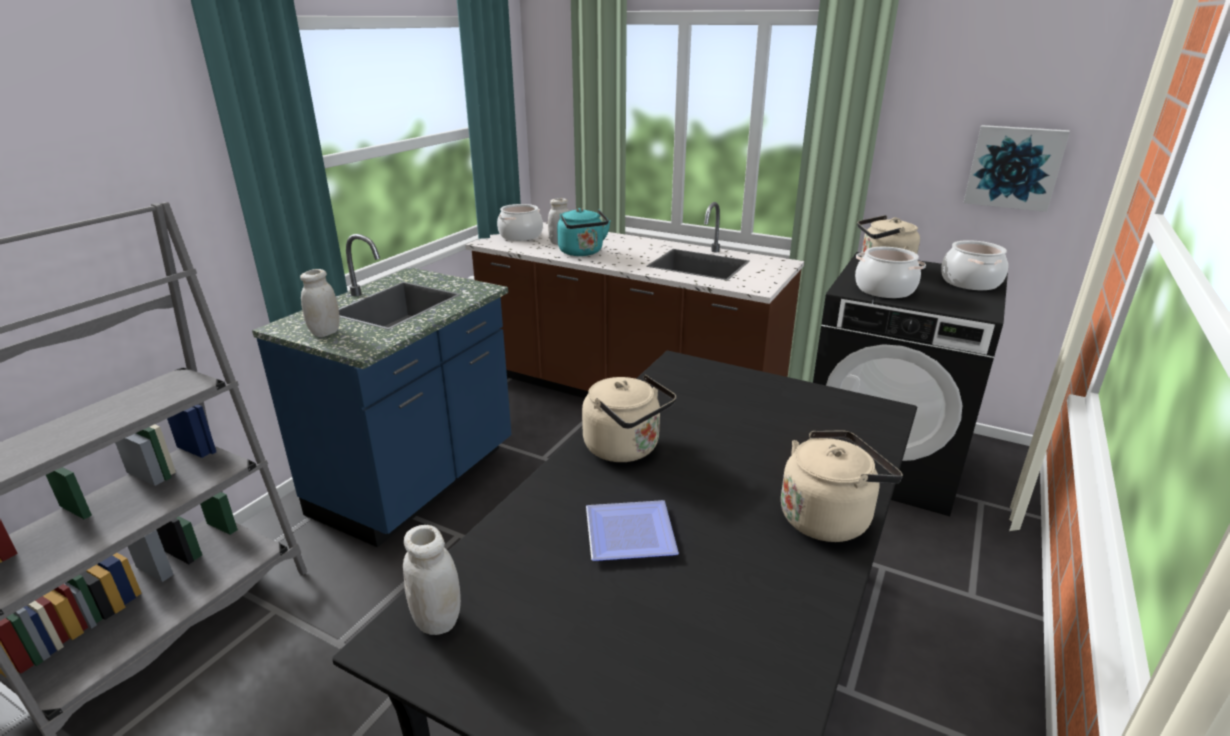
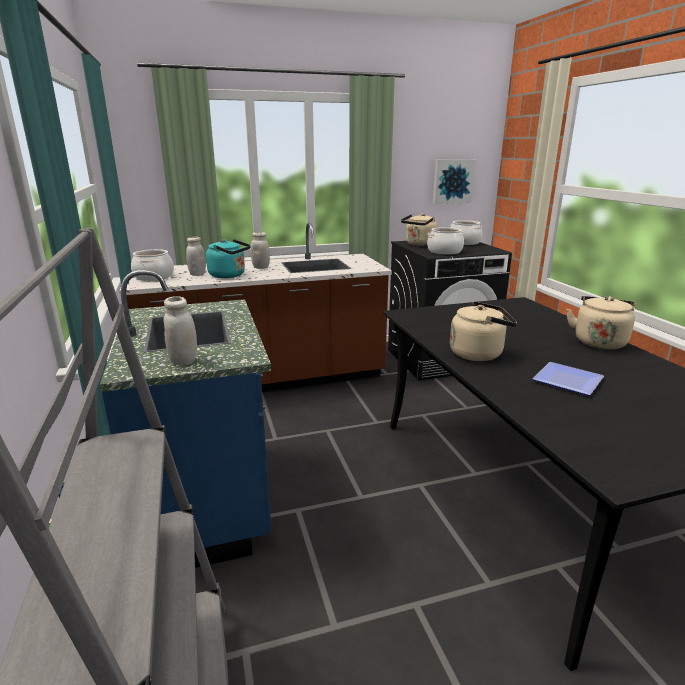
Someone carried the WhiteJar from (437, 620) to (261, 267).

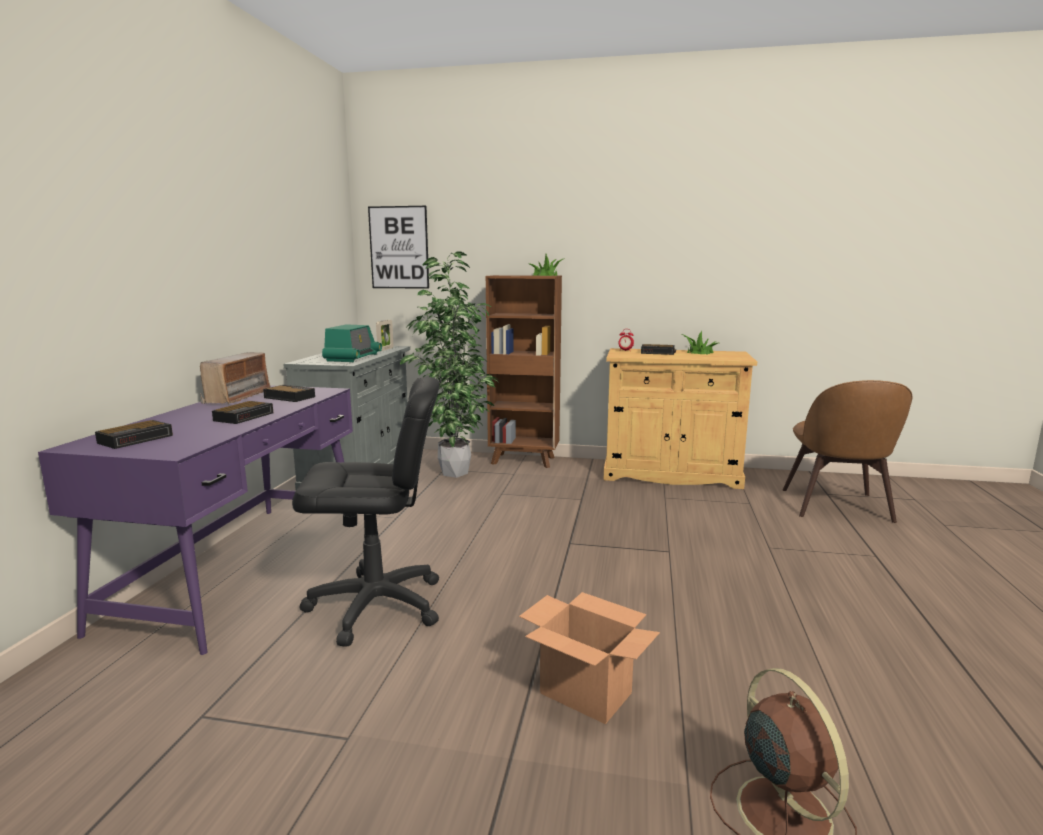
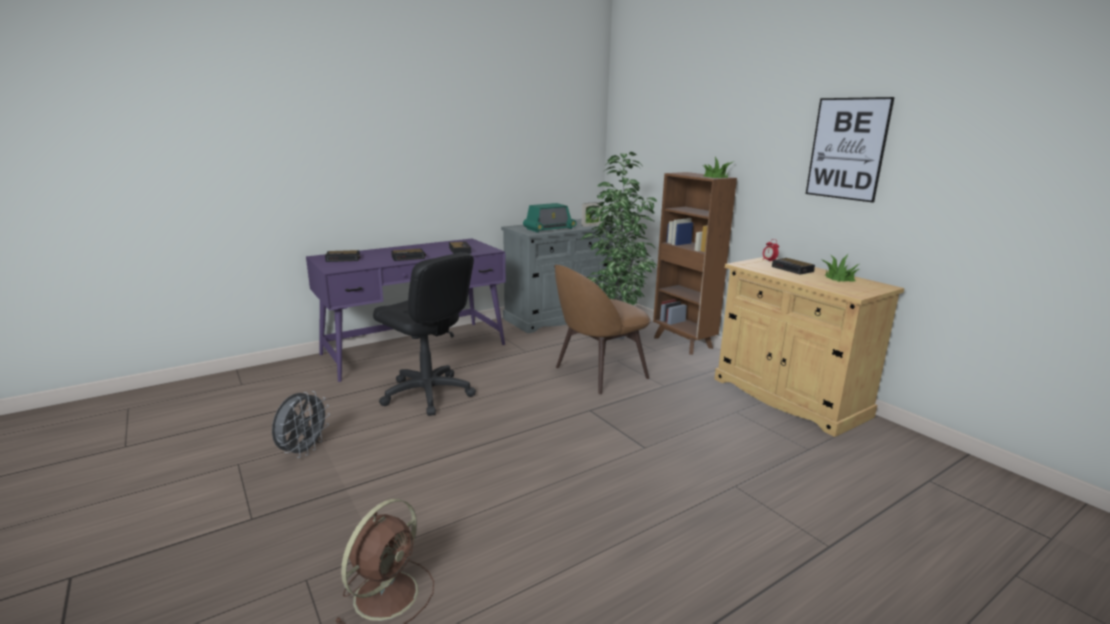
Someone put down the GreyFan at (303, 451).
Someone carried the BrownChair from (837, 507) to (598, 373).
Someone carried the Picture from (399, 247) to (847, 149).
Someone took away the Radio at (238, 397).
Someone took away the CardboardBox at (584, 693).

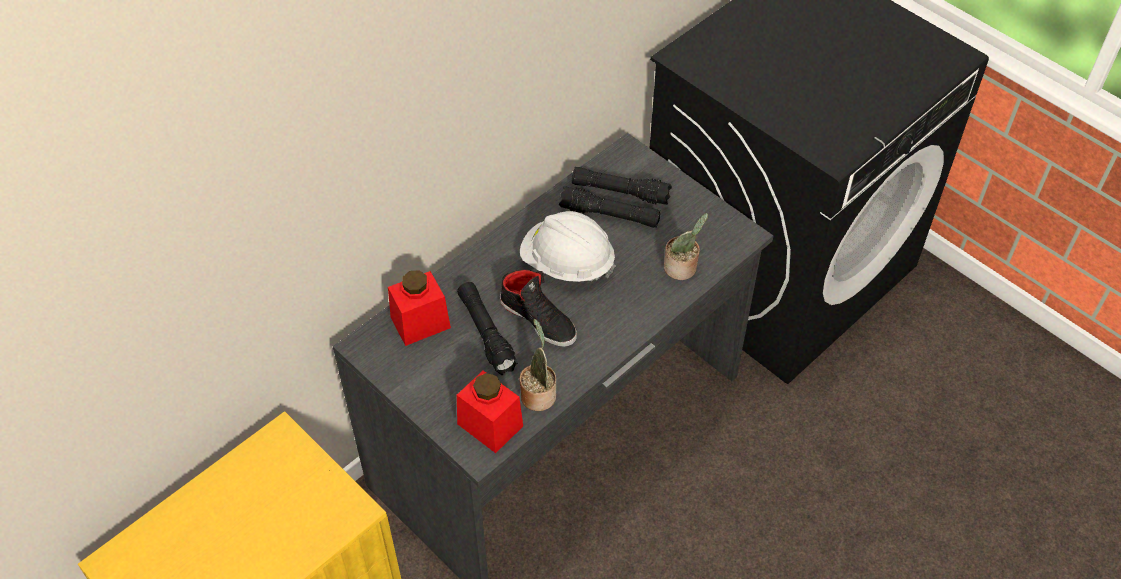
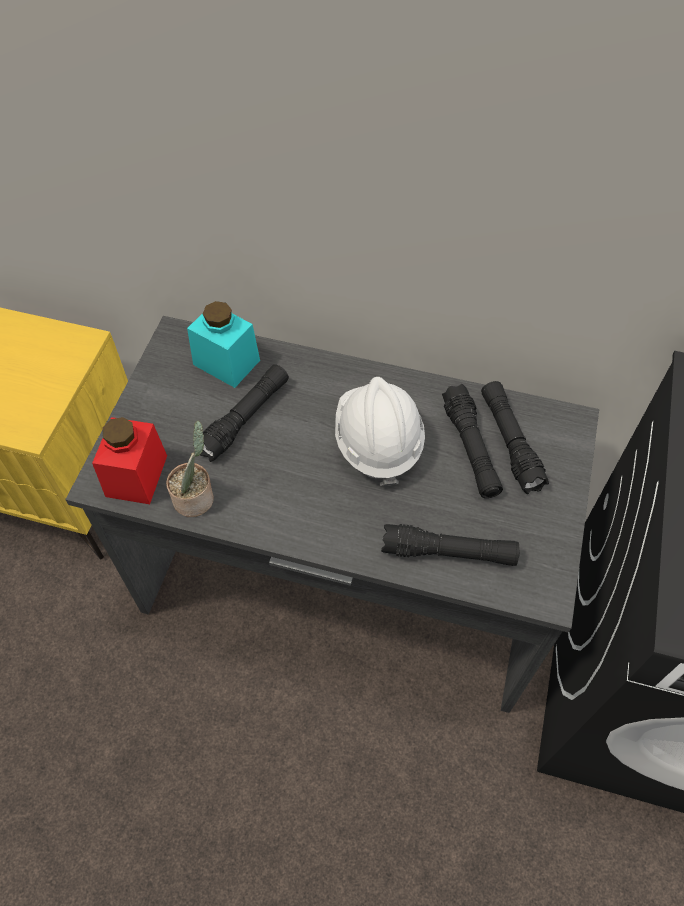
Someone repainted the RedJar at (420, 322), which became the TurquoiseJar at (226, 362).
Someone swapped the PottedPlant at (682, 268) for the BlackFlashlight at (448, 552).
Someone took away the BlackShoe at (539, 319).

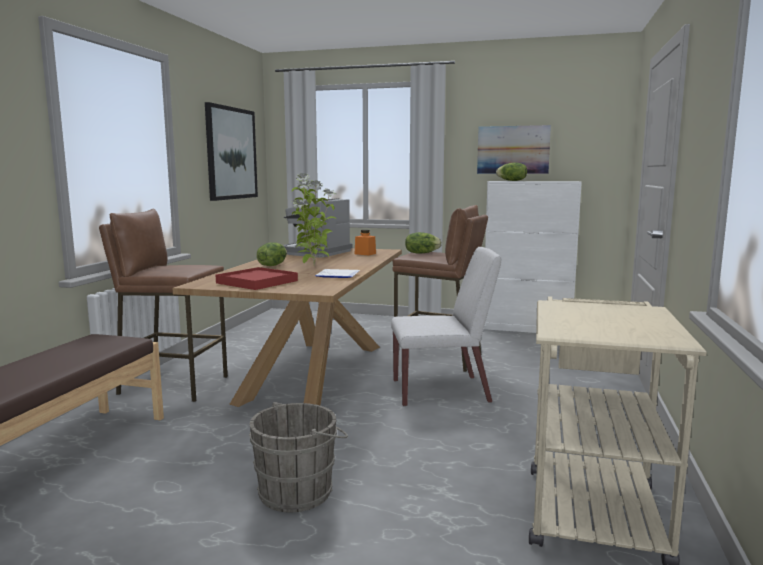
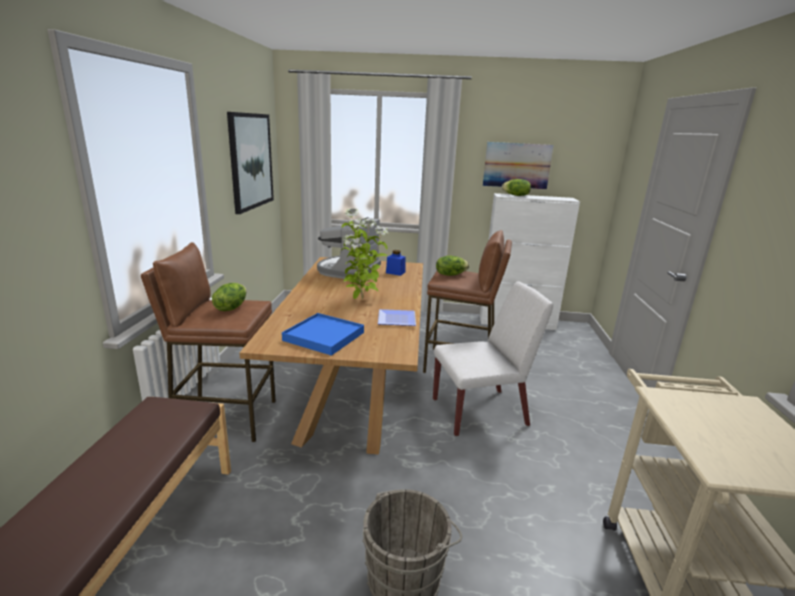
Someone carried the Lettuce from (272, 265) to (231, 307).
Someone repainted the RedTray at (257, 282), which became the BlueTray at (323, 336).
Someone repainted the OrangeJar at (365, 254), which became the BlueJar at (395, 272).

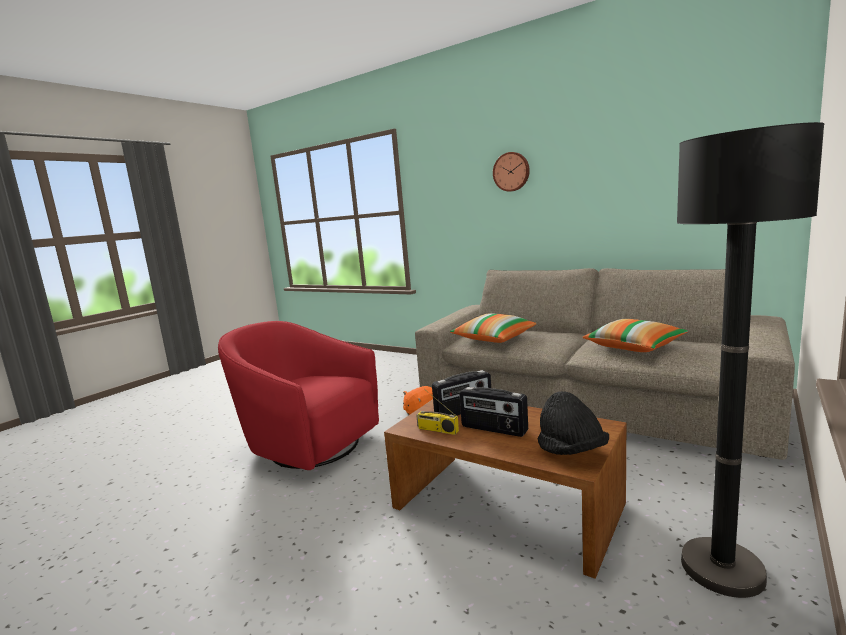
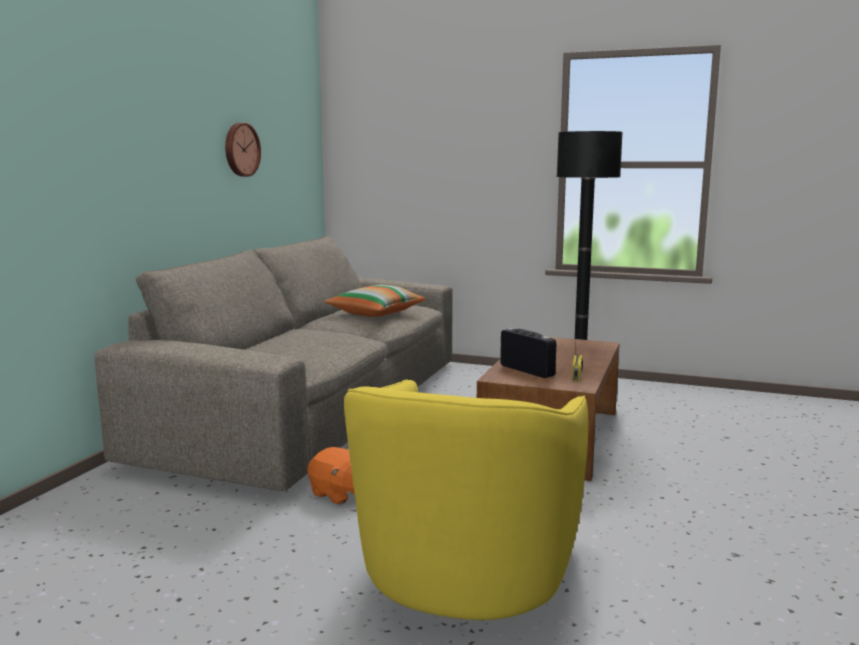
Someone carried the WallClock from (511, 172) to (240, 149).
Someone repainted the RedArmchair at (307, 444), which became the YellowArmchair at (466, 576).
Someone took away the Pillow at (494, 339).
Someone took away the Radio at (494, 429).
Someone took away the BlackHat at (571, 451).

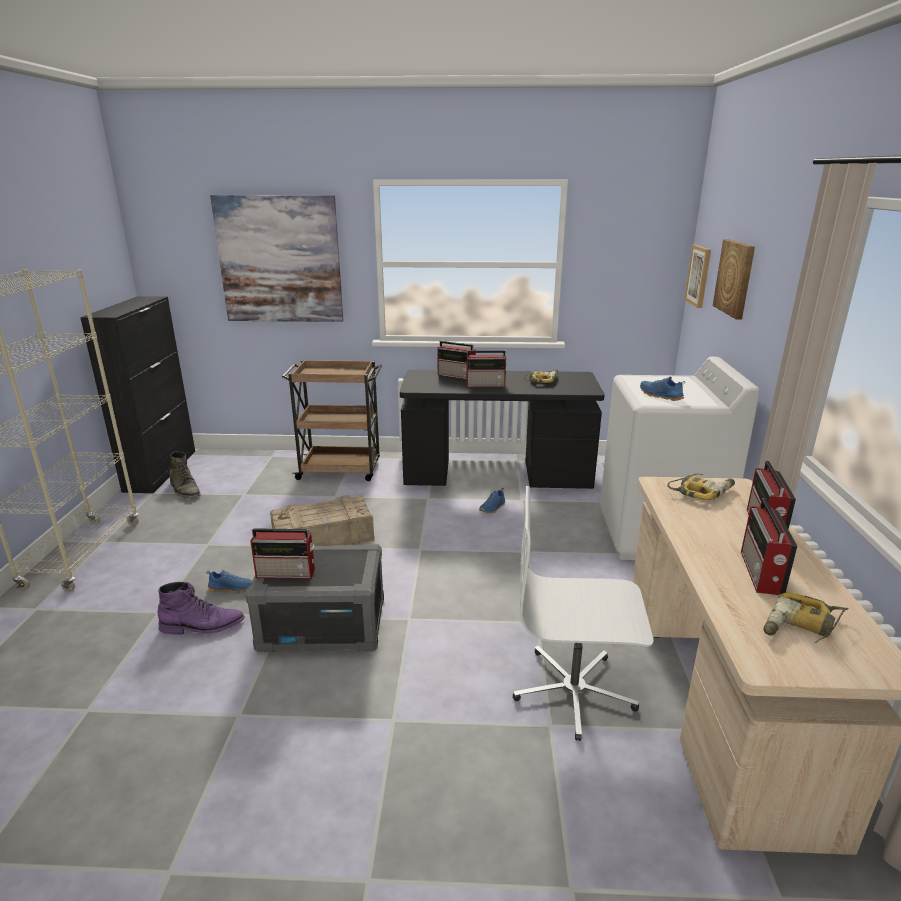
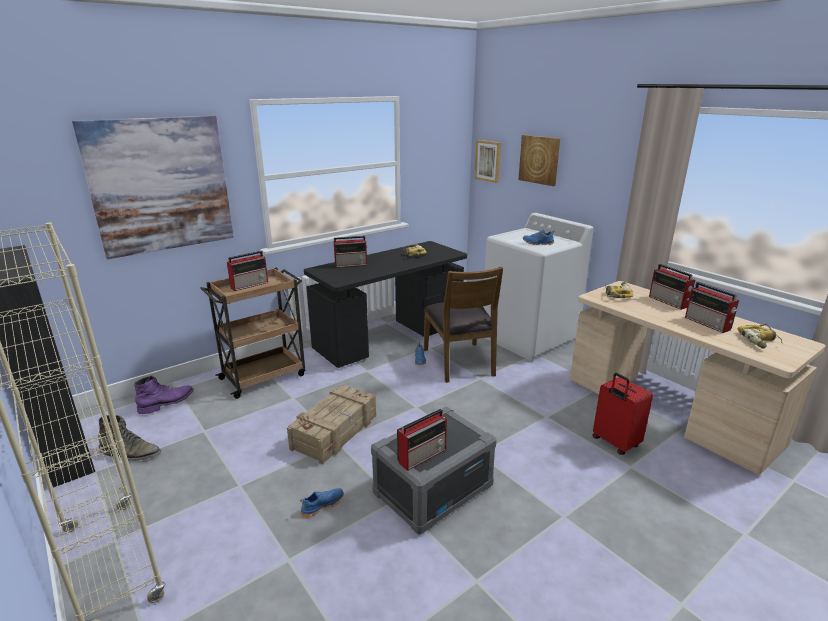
Someone carried the PurpleBoot from (203, 626) to (167, 403).
Someone carried the Radio from (486, 385) to (250, 285).
Someone put down the BrownChair at (460, 362).
Someone swapped the WhiteOfficeChair at (574, 691) for the RedSuitcase at (614, 443).

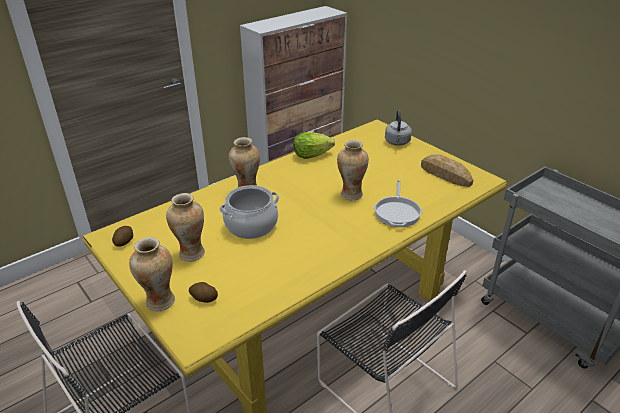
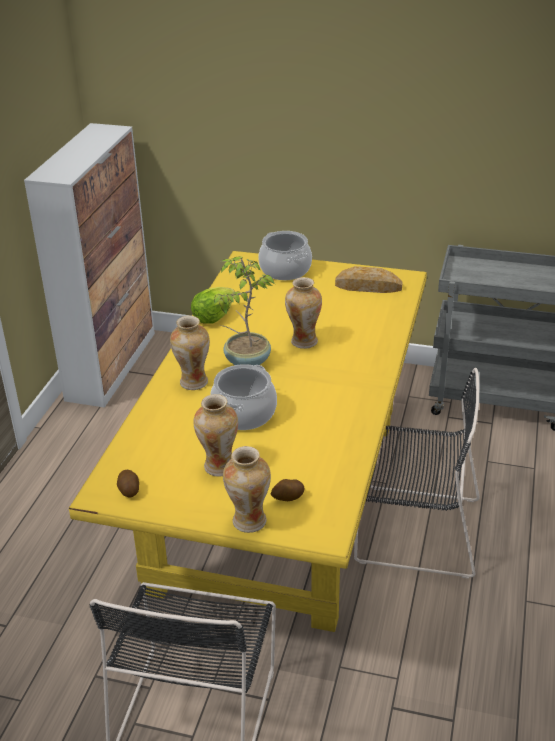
Someone put down the PottedPlant at (246, 361).
Someone swapped the GreyKettle at (397, 142) for the CookingPot at (285, 270).
Someone took away the FryingPan at (397, 212).

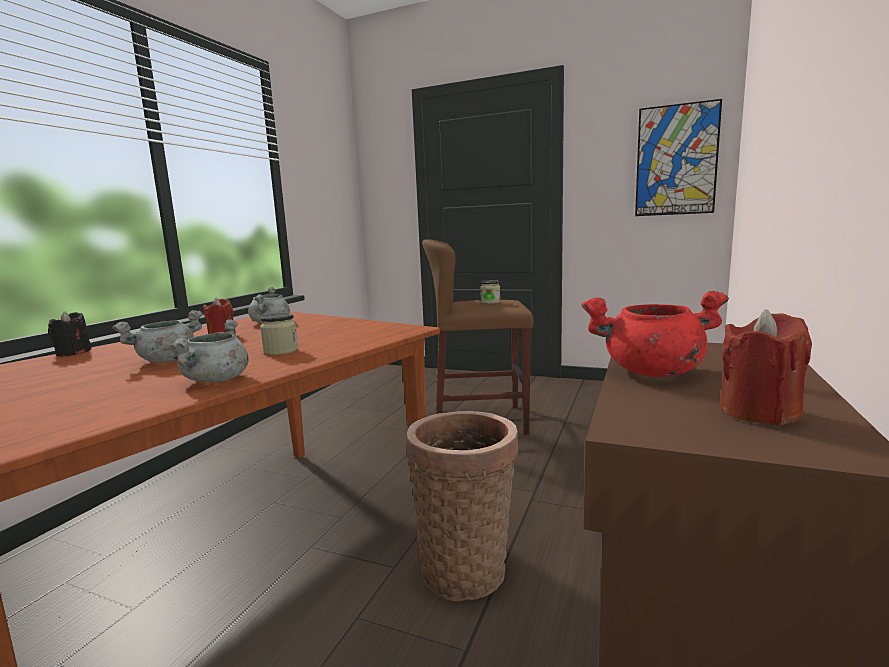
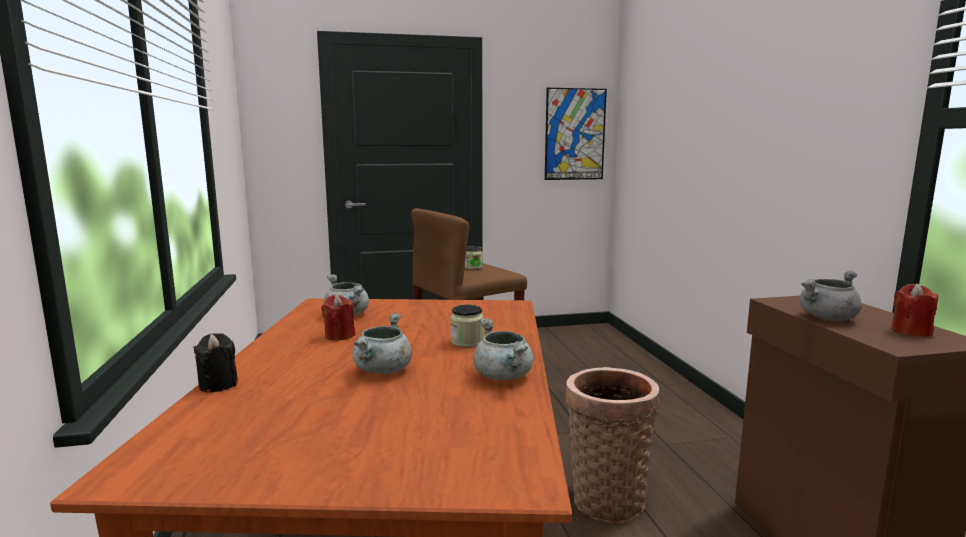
Someone repainted the RedCookingPot at (651, 372), which became the GreyCookingPot at (827, 318).

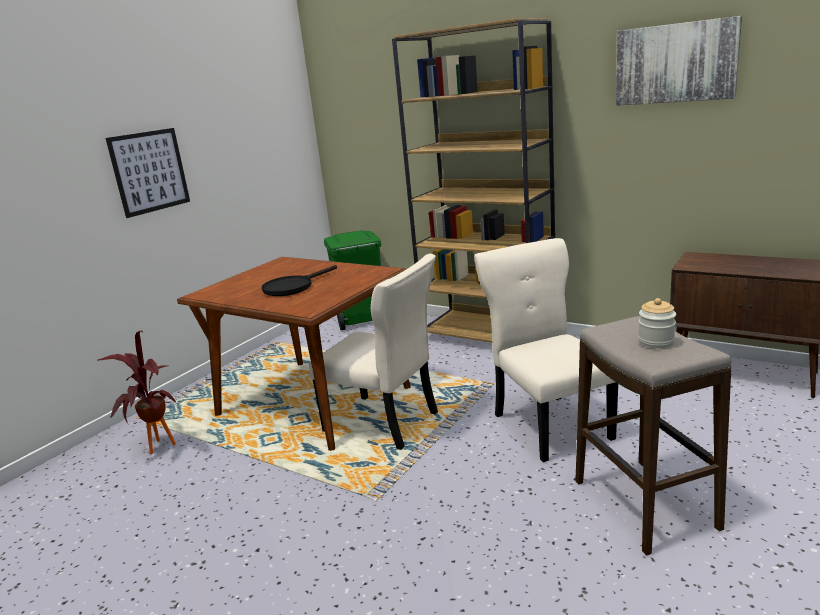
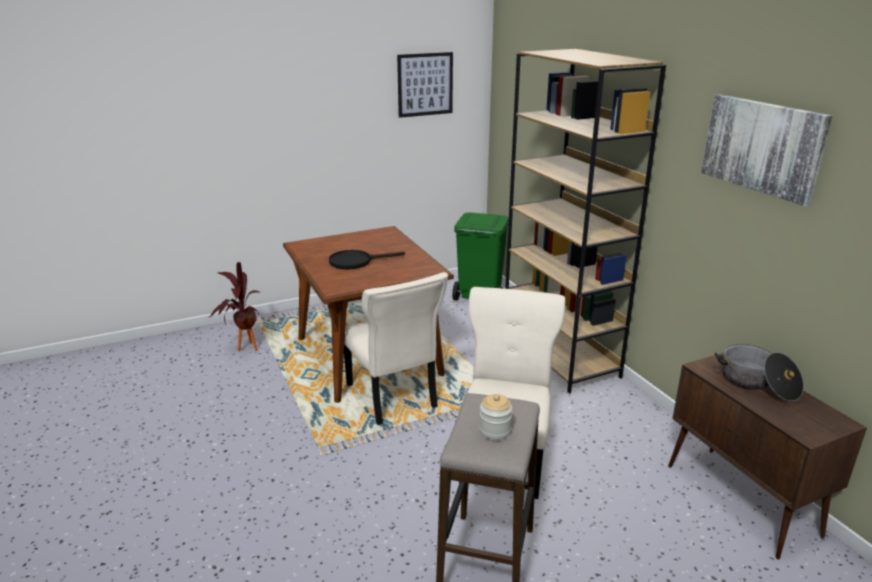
Someone carried the Picture from (150, 171) to (425, 84).
Someone put down the CookingPot at (757, 383).

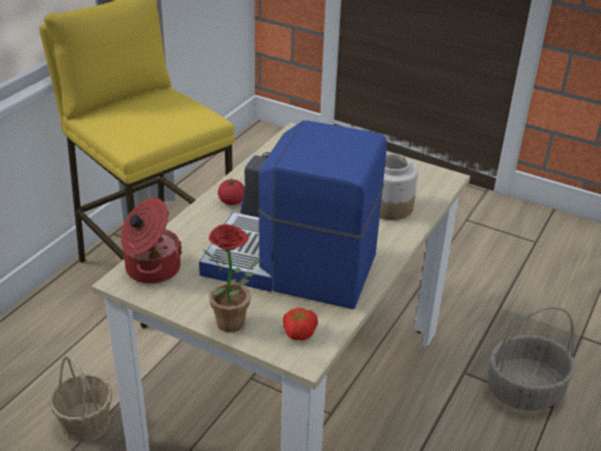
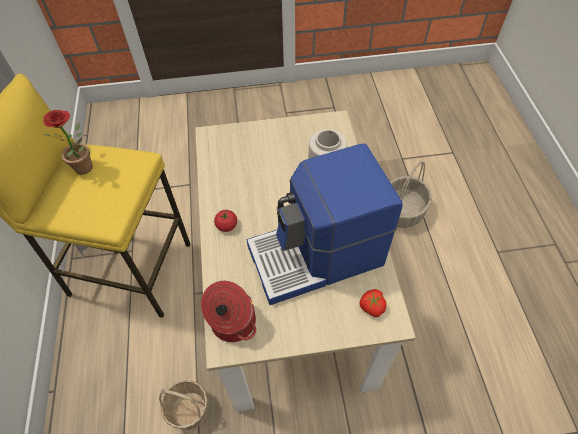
Someone carried the PottedPlant from (233, 326) to (87, 169).

